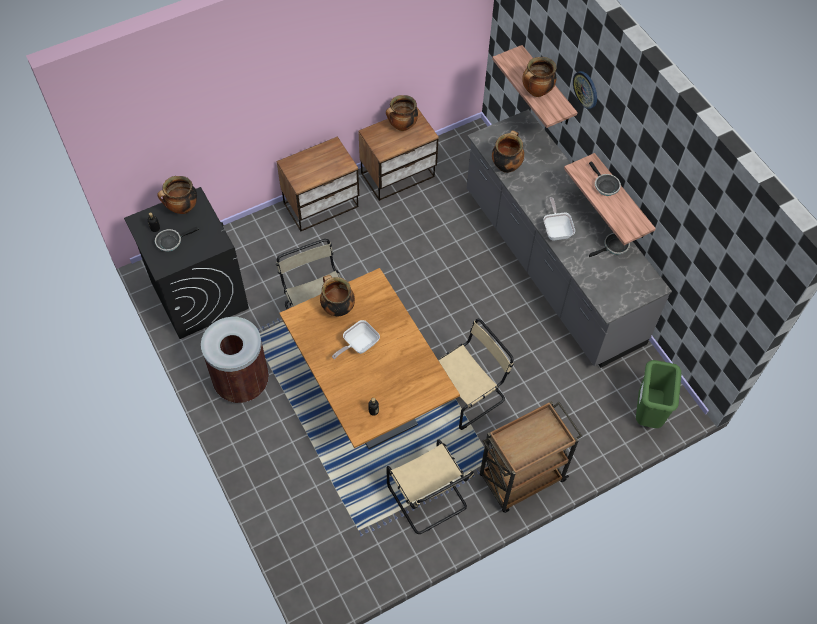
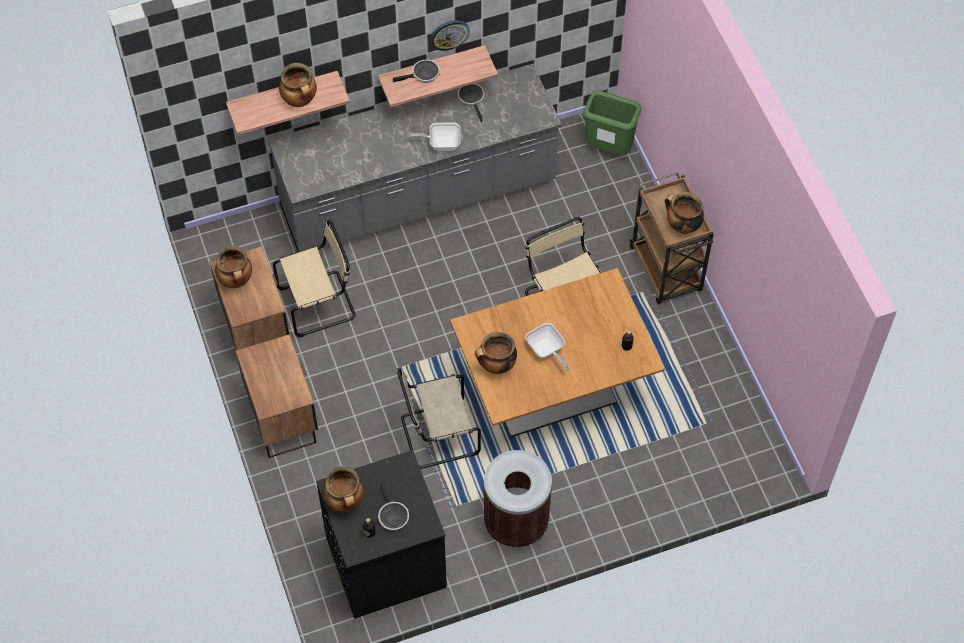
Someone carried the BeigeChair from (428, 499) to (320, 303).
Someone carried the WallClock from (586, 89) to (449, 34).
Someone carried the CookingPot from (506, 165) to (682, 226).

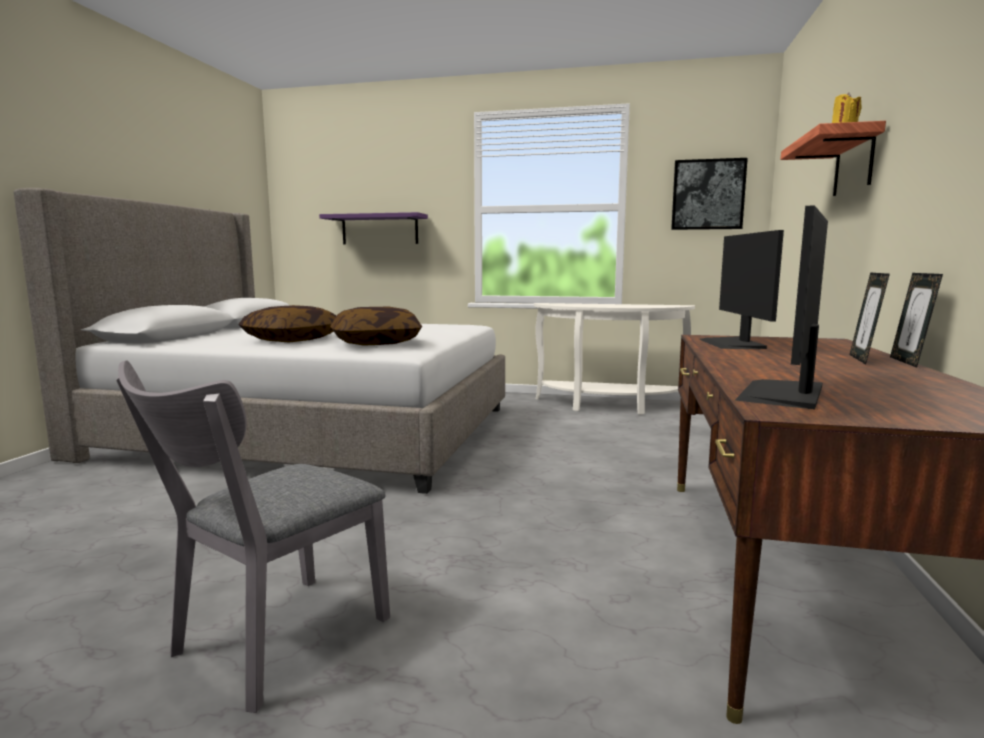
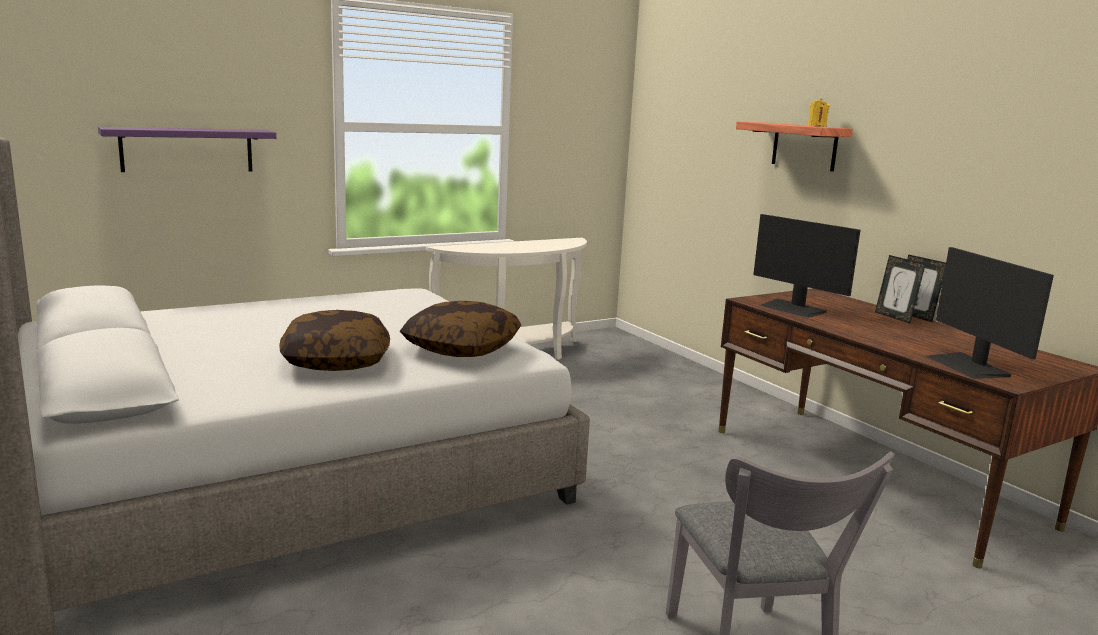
Someone took away the Picture at (708, 194).

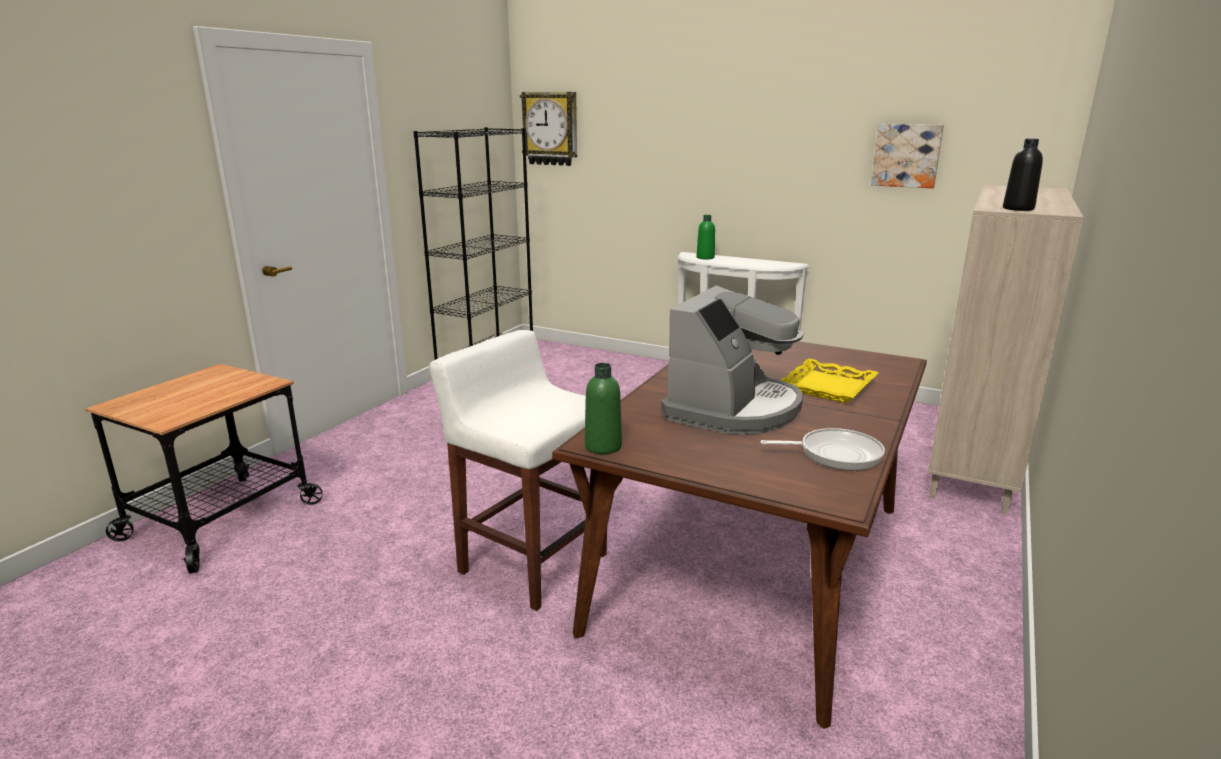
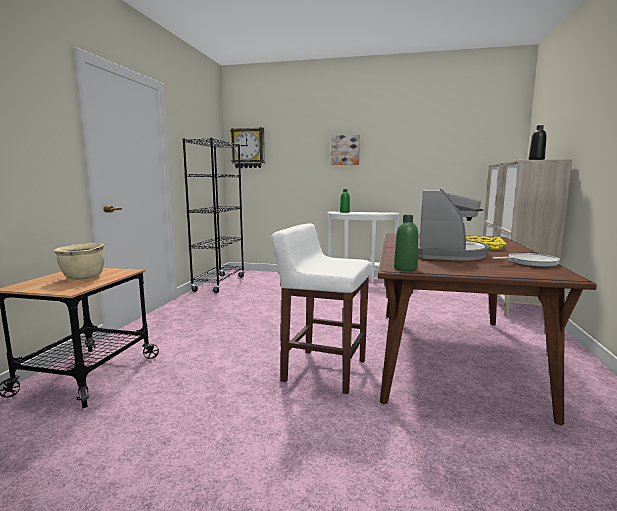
Someone put down the BeigeCookingPot at (83, 278).
Someone carried the Picture from (906, 155) to (345, 150).

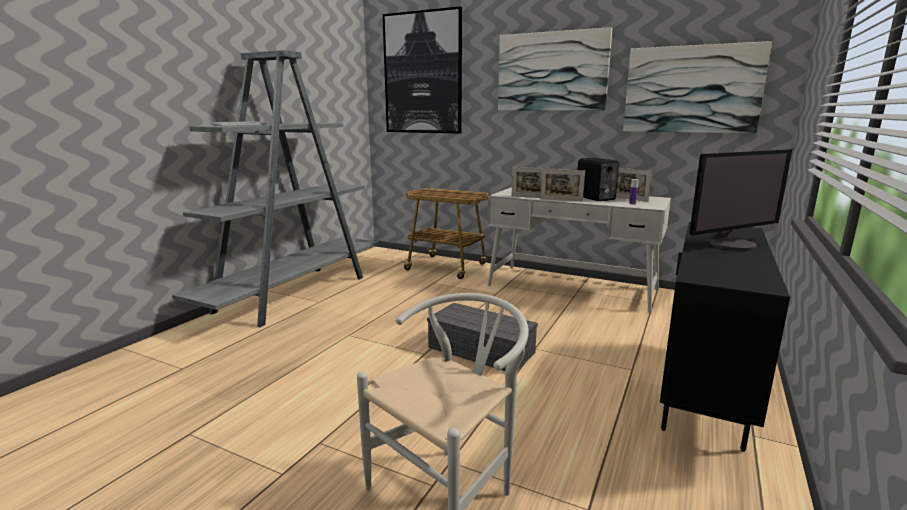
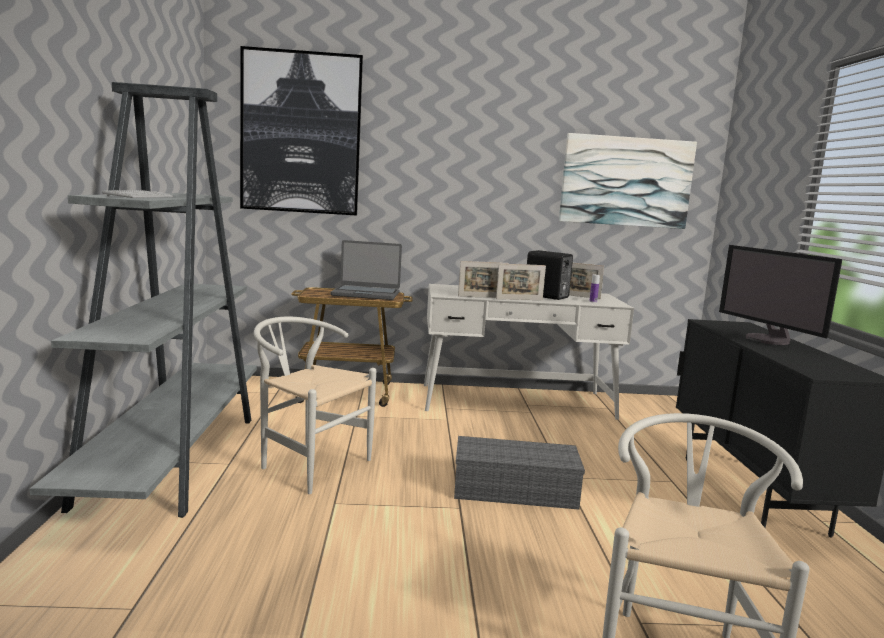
Someone put down the WhiteChair at (307, 464).
Someone put down the Laptop at (366, 294).
Someone rotated the Monitor at (731, 244) by 120 degrees clockwise.
Someone took away the Picture at (552, 72).

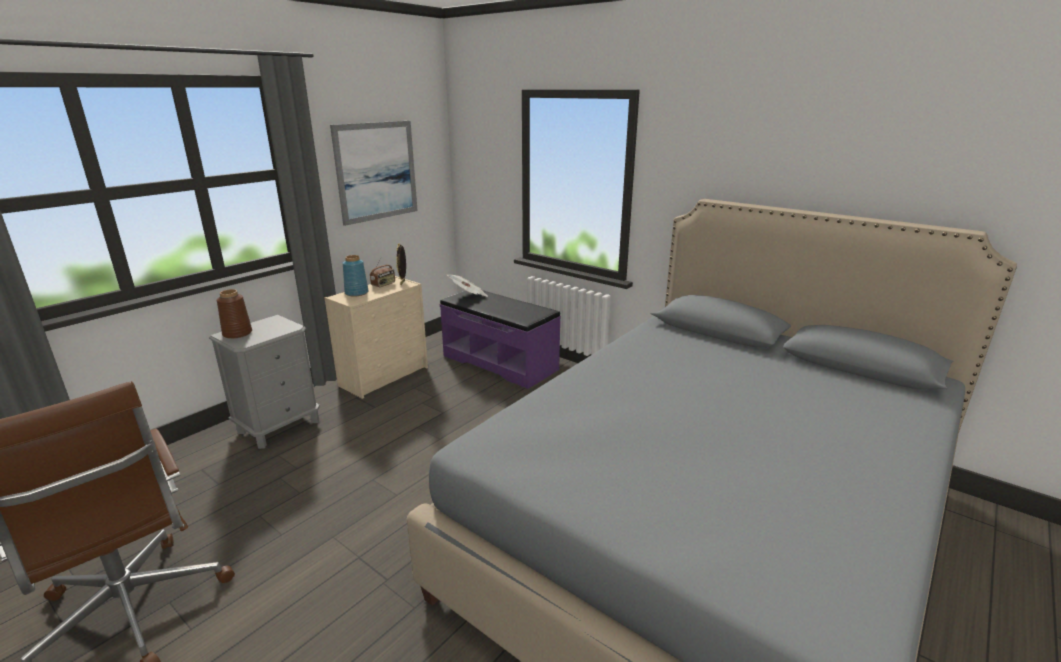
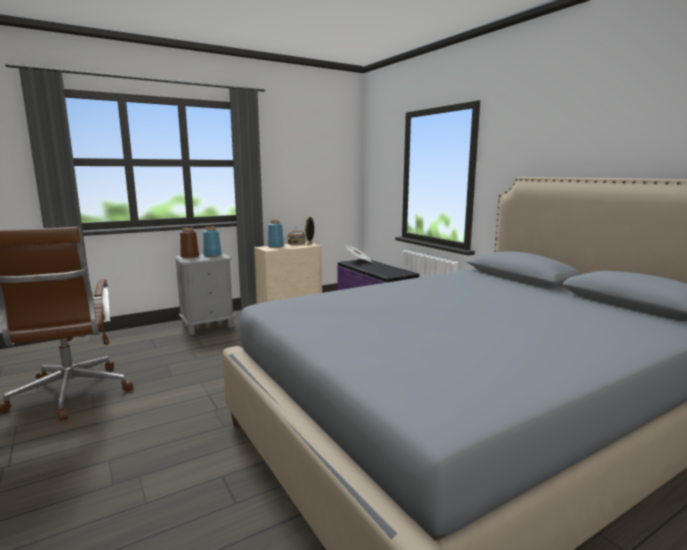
Someone put down the BlueVase at (212, 255).
Someone took away the Picture at (376, 171).

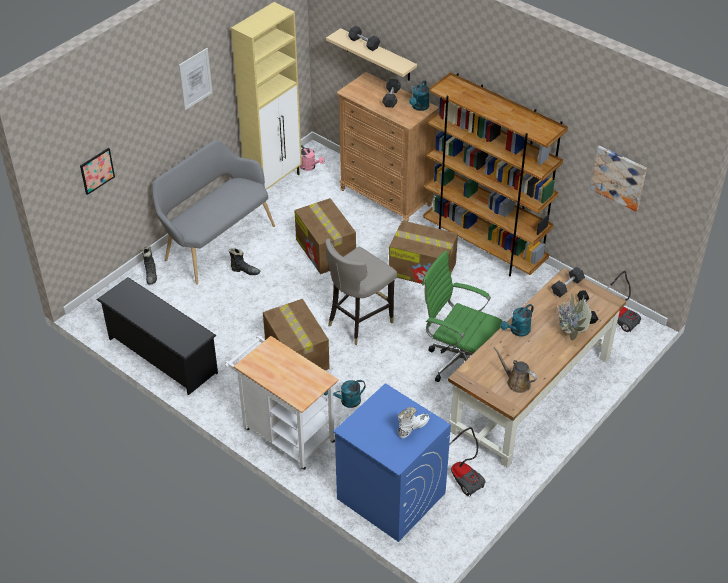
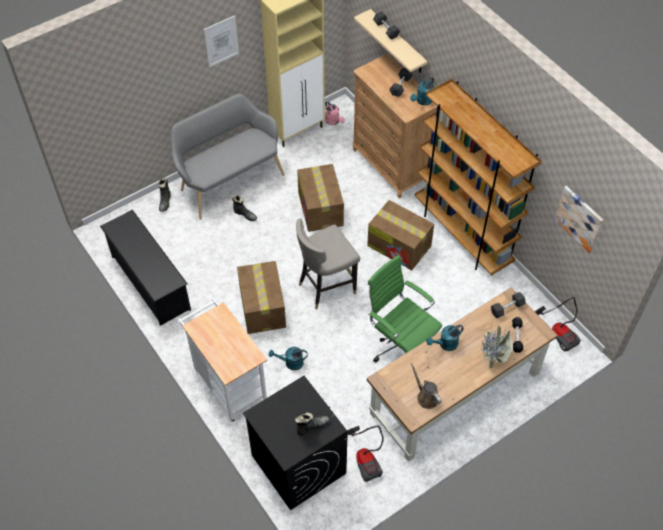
Someone repainted the BlueWashingMachine at (390, 495), which became the BlackWashingMachine at (298, 464).
Someone repainted the WhiteBoot at (412, 428), which became the BlackBoot at (312, 426).
Someone took away the Picture at (97, 171).

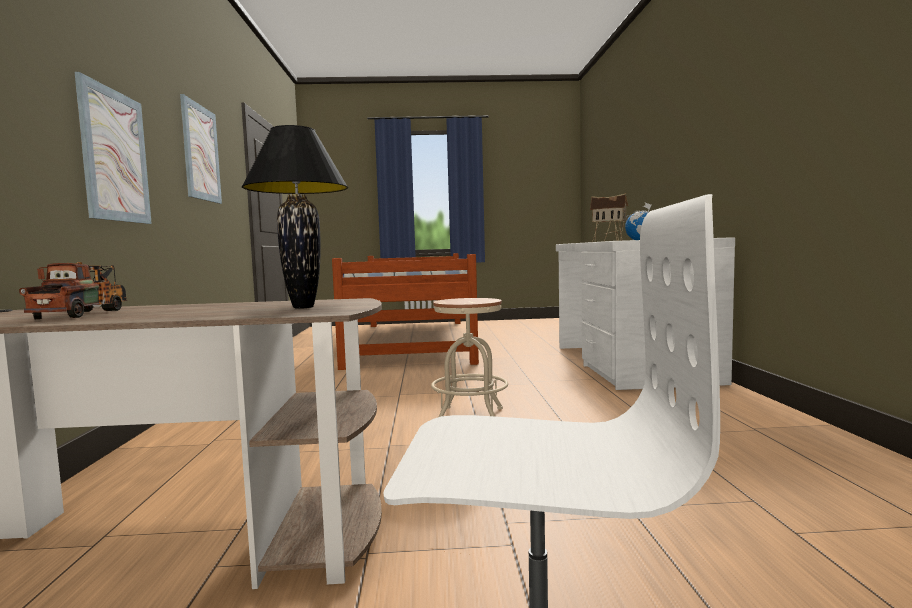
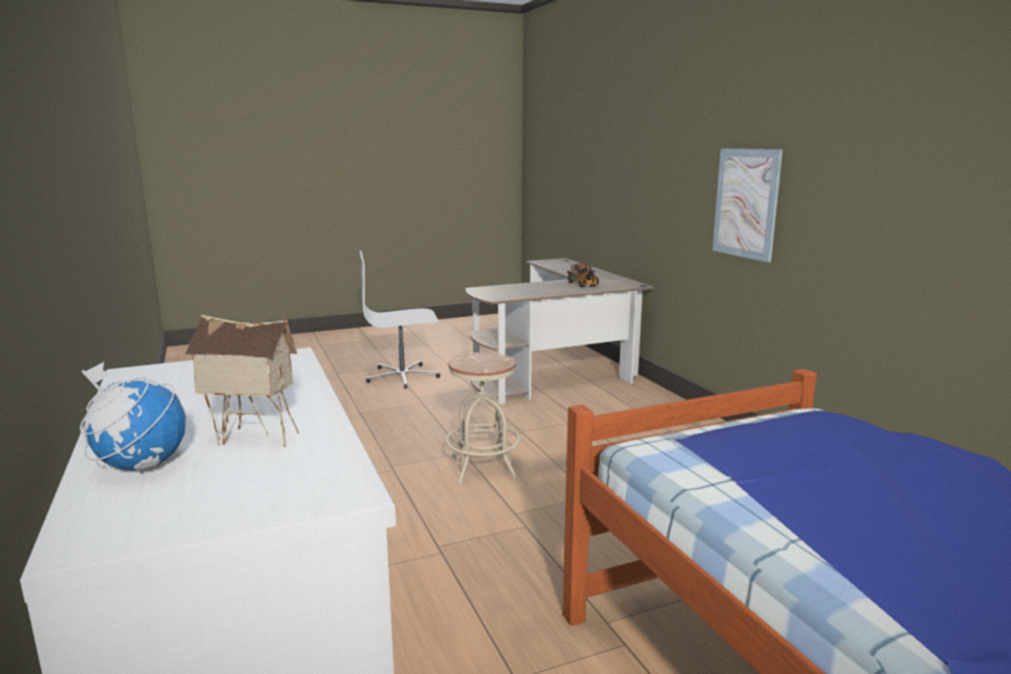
Someone took away the Picture at (201, 153).
Someone took away the BlackTableLamp at (303, 307).

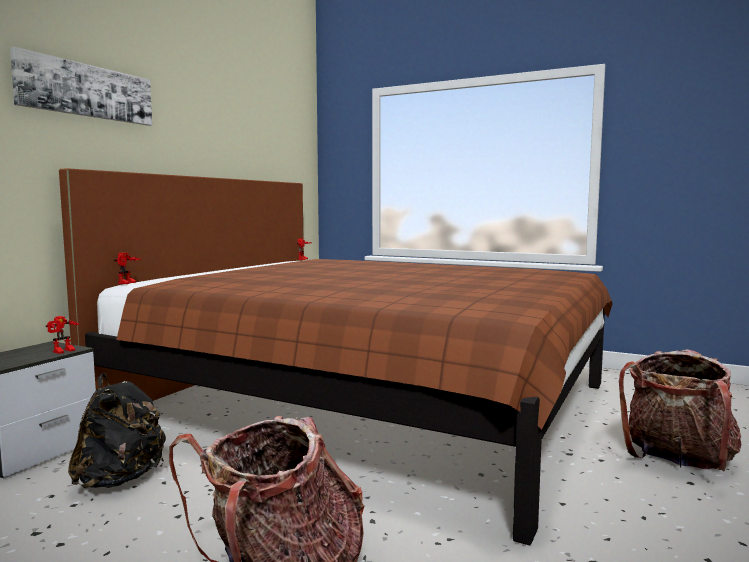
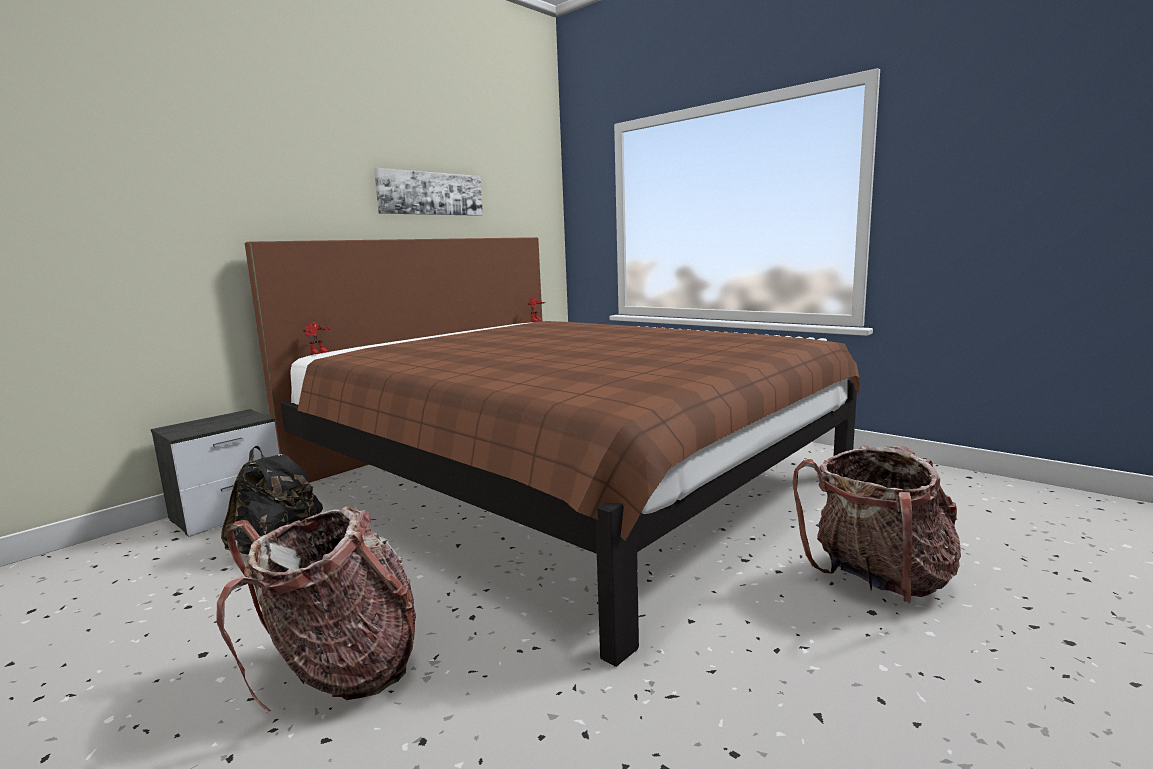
Someone carried the Picture from (86, 91) to (430, 193).
Someone took away the ToyRobot at (64, 351).

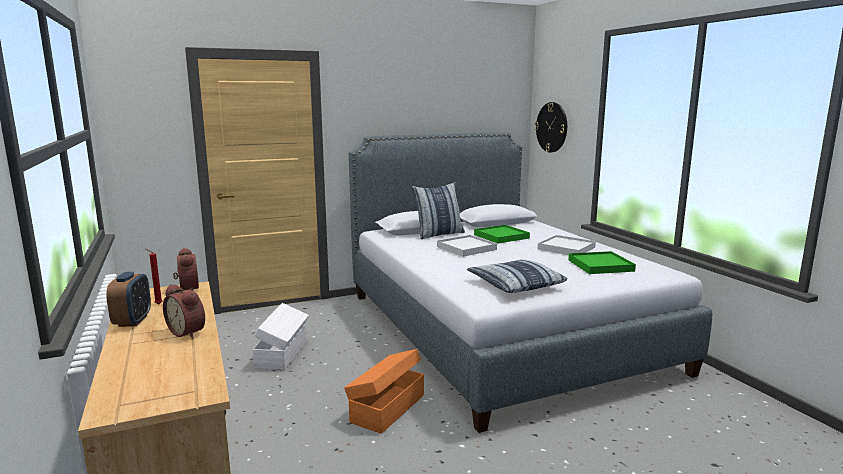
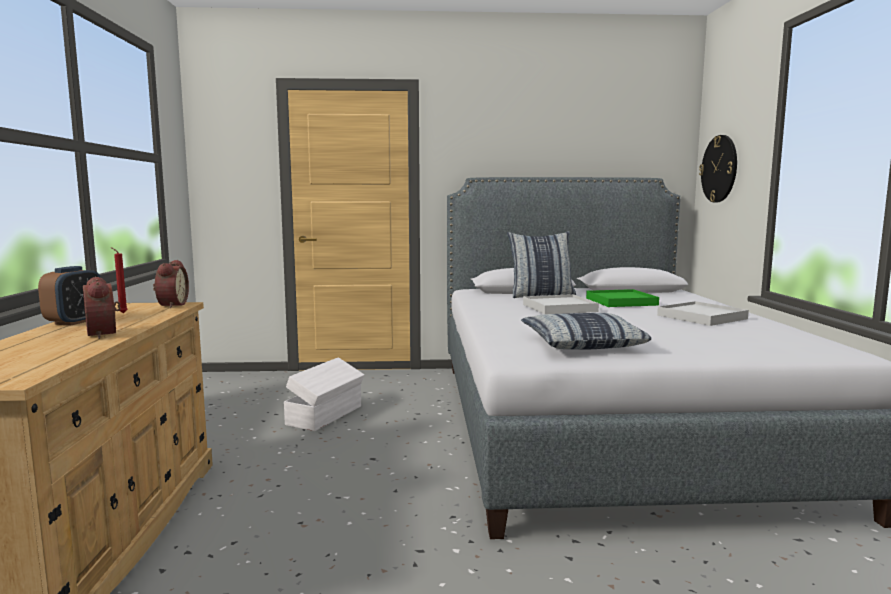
Someone took away the OrangeStorageBox at (386, 408).
Someone took away the GreenTray at (600, 265).

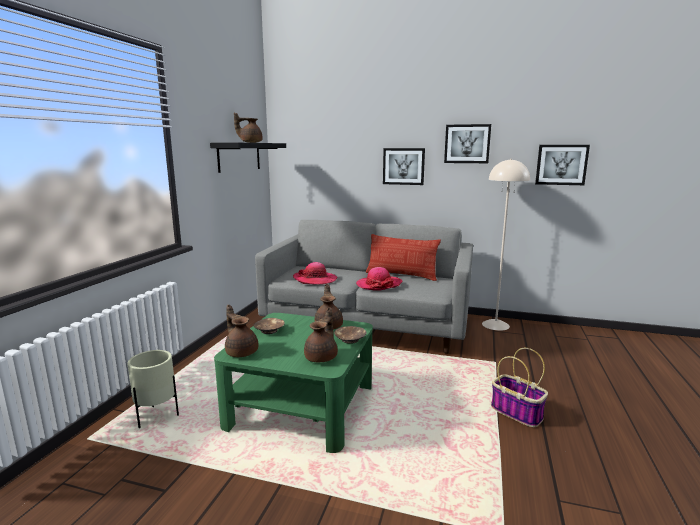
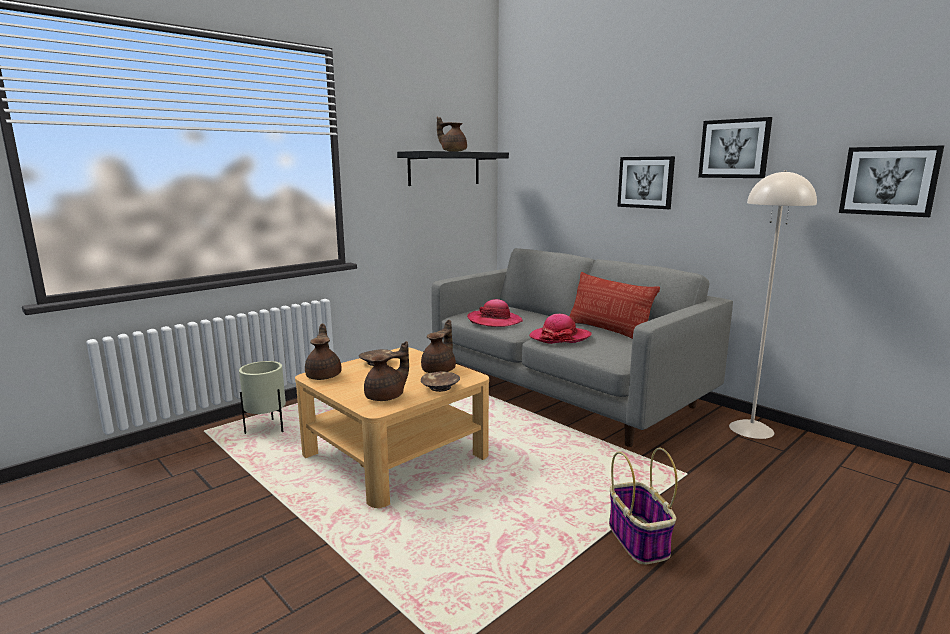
Someone repainted the GreenCoffeeTable at (302, 405), which became the BeigeCoffeeTable at (396, 455).

